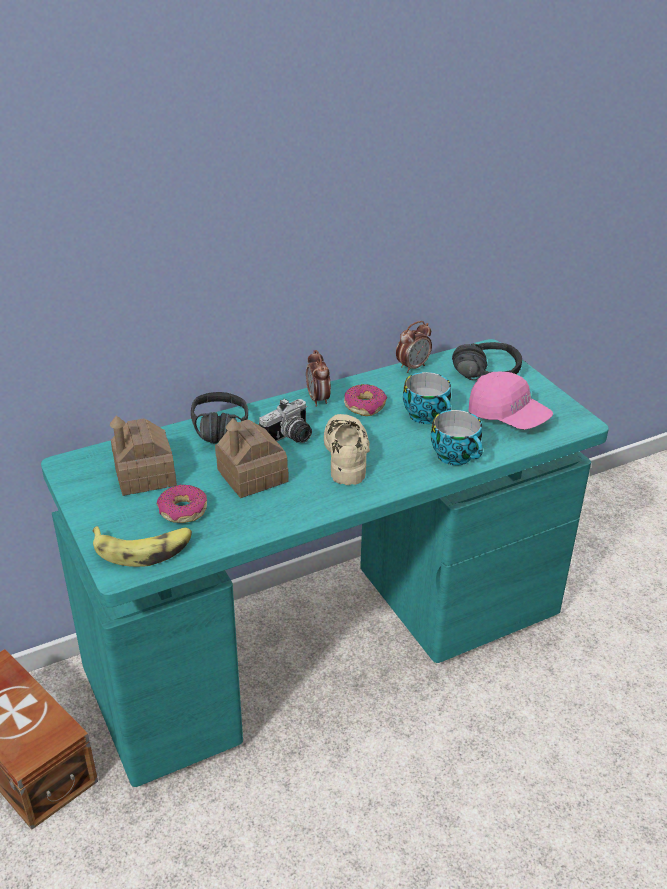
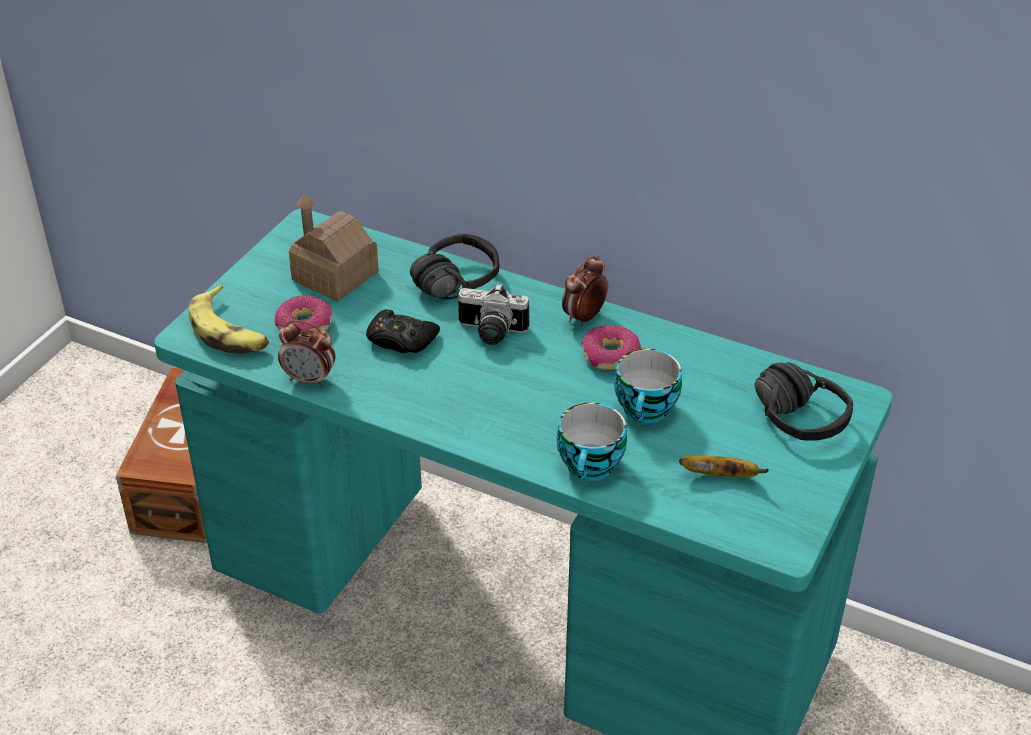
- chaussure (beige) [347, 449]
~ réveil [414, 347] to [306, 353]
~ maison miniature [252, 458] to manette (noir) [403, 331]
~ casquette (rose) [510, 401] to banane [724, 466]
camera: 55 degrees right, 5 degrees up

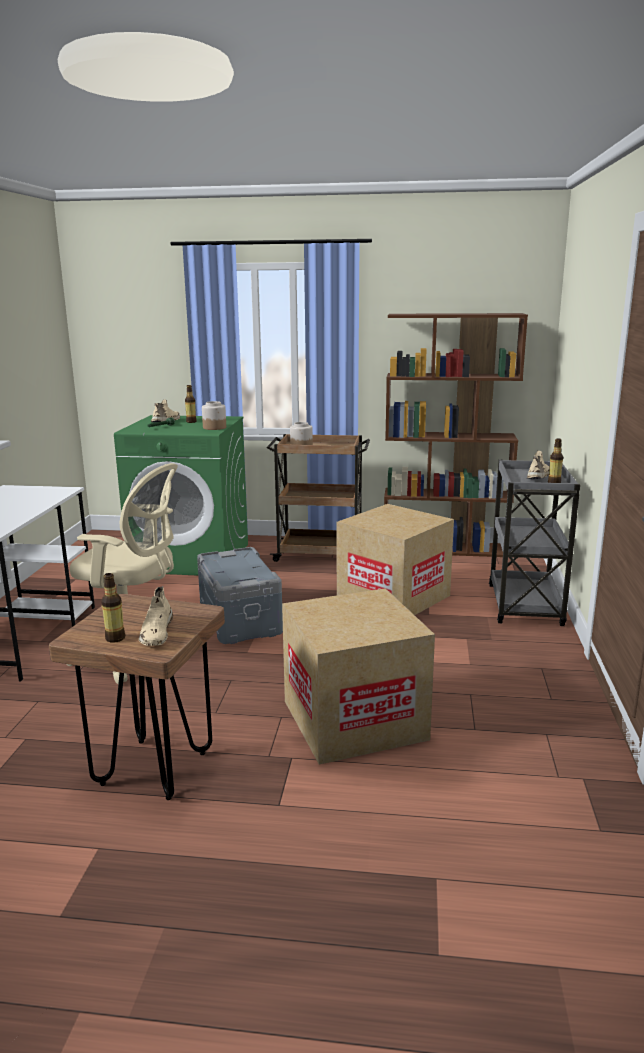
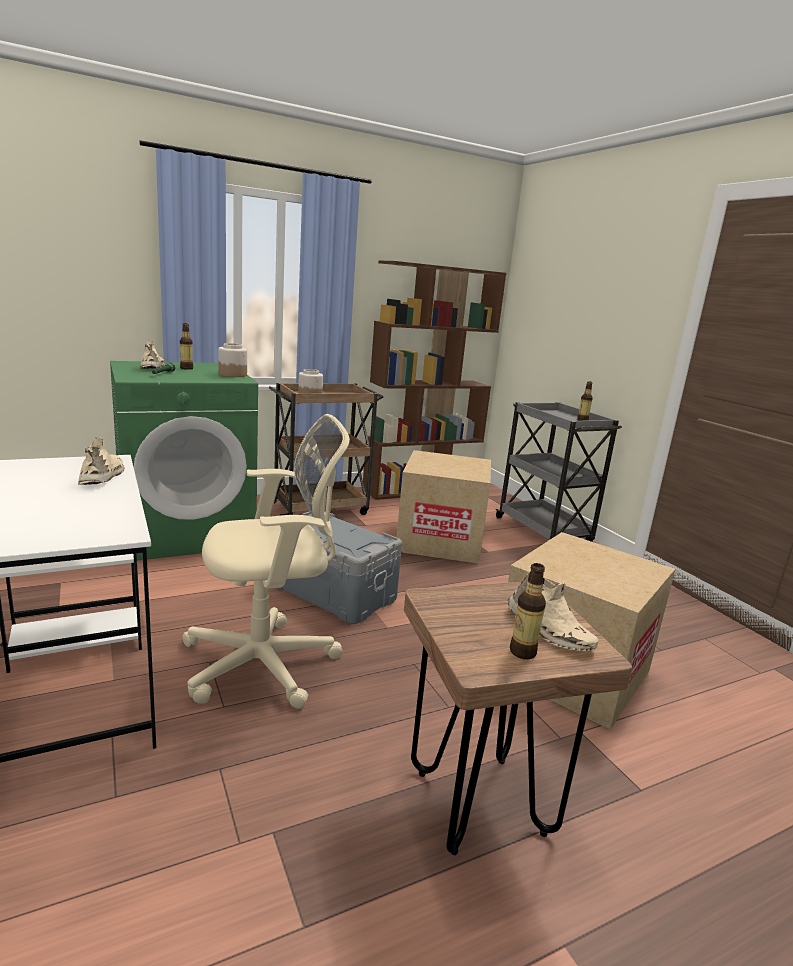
~ chaussure (beige) [538, 465] to [101, 461]
camera: 35 degrees left, 0 degrees up

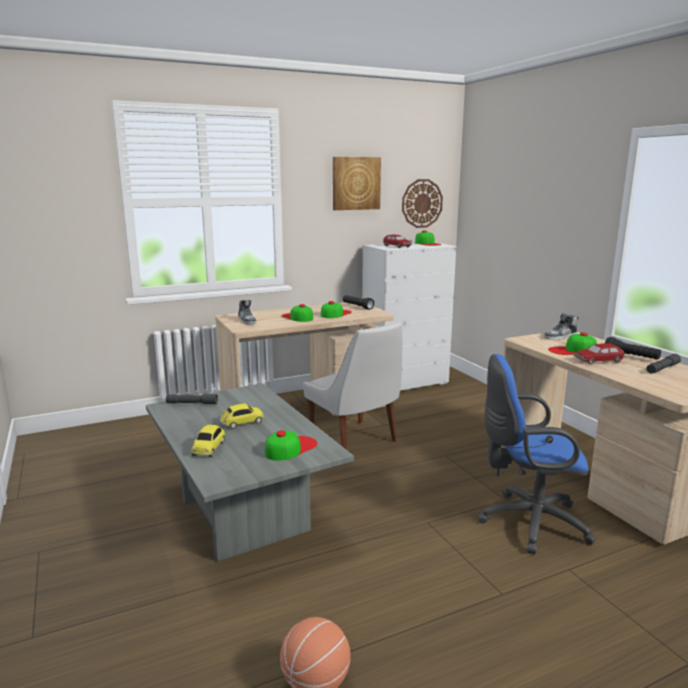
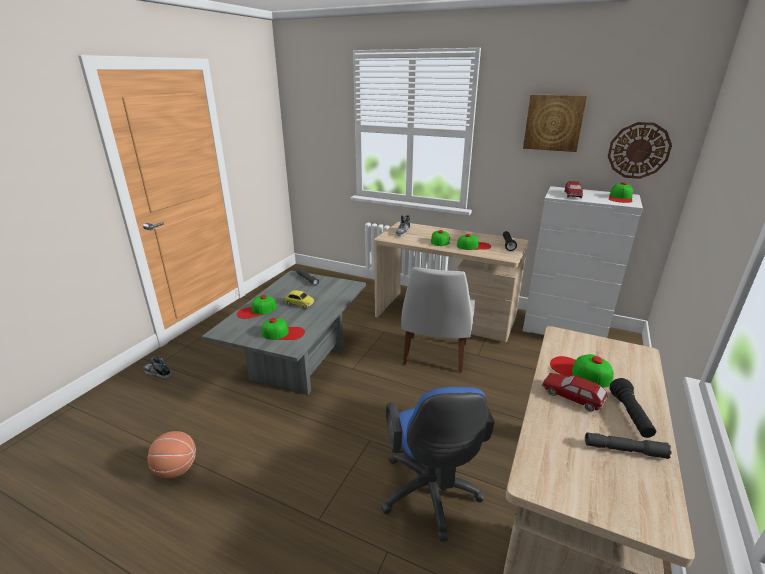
~ chaussure [561, 326] to [157, 367]
~ petite voiture [208, 441] to casquette [257, 307]
~ chaise de bureau (bleu) [537, 454] = [438, 464] 150 degrees counterclockwise
camera: 50 degrees right, 10 degrees up

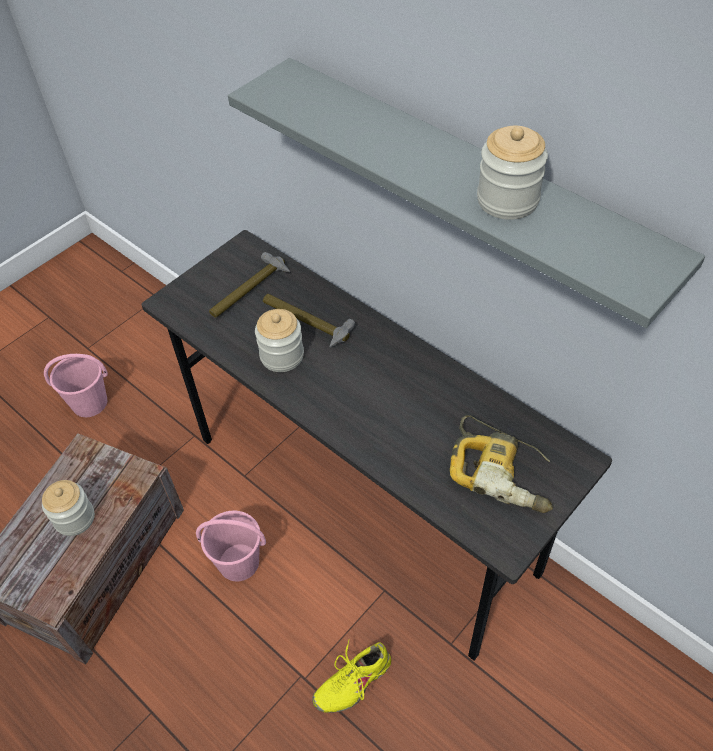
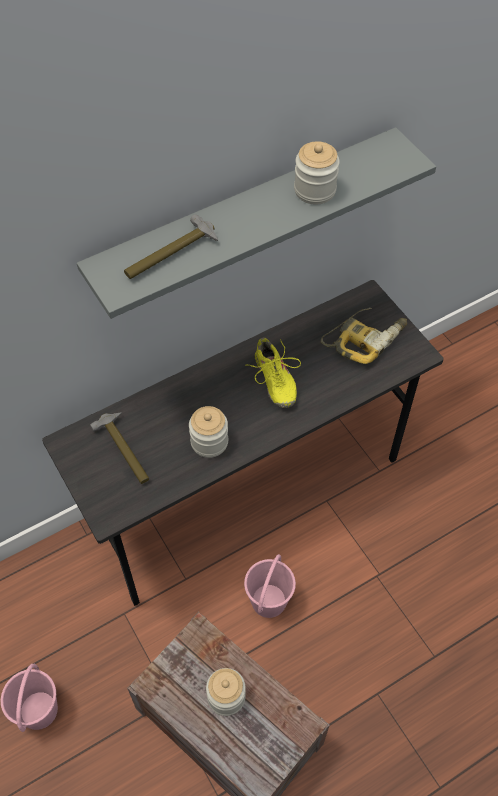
~ marteau [309, 321] to [171, 246]
~ chaussure (jaune) [351, 676] to [273, 372]
camera: 75 degrees left, 5 degrees up

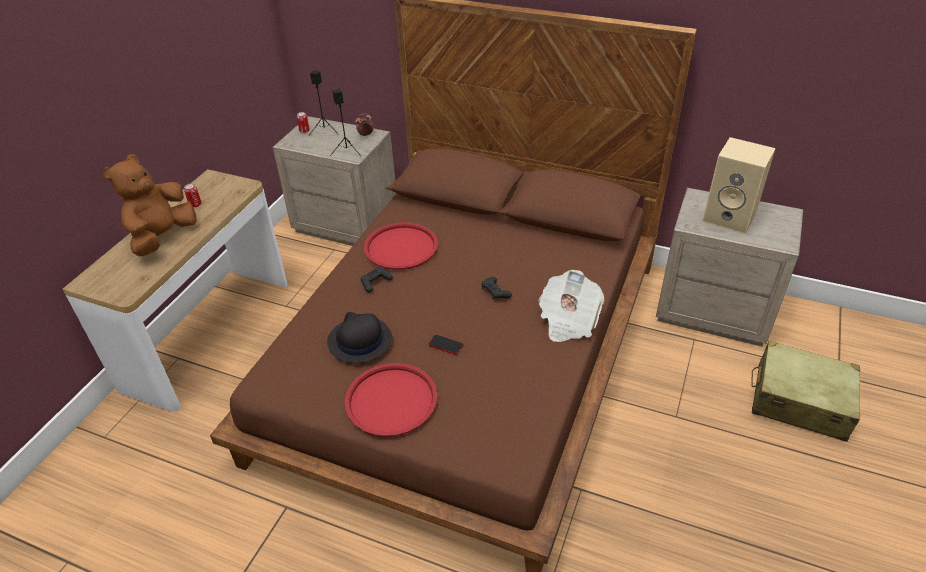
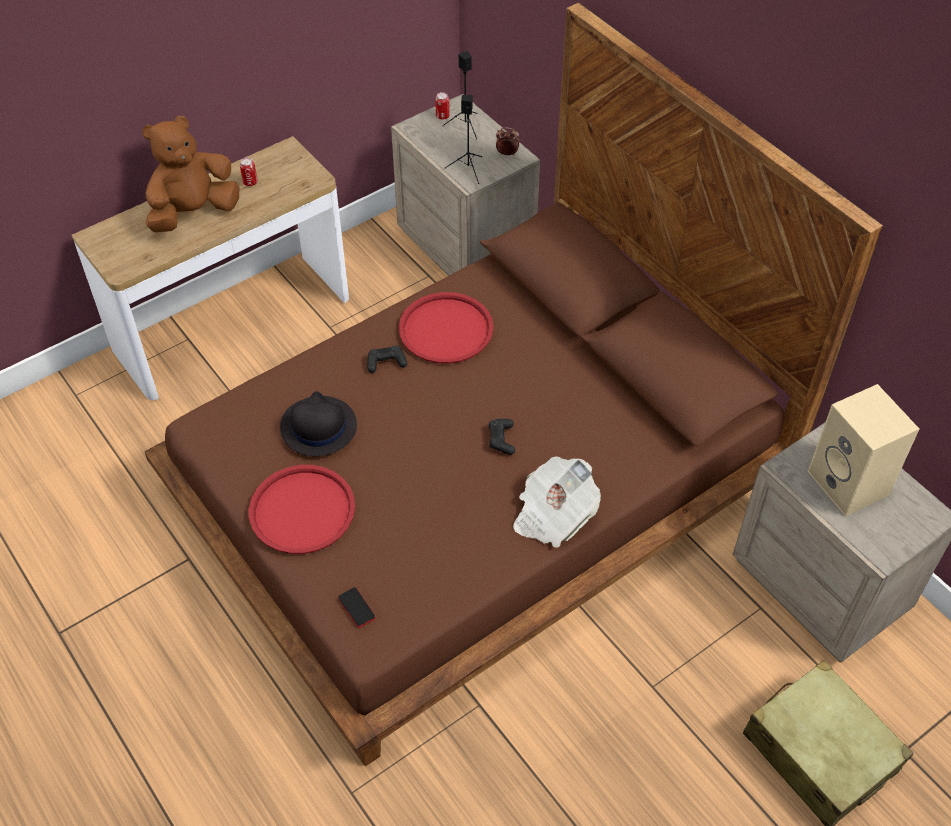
~ téléphone [446, 345] to [356, 607]
camera: 30 degrees right, 10 degrees up

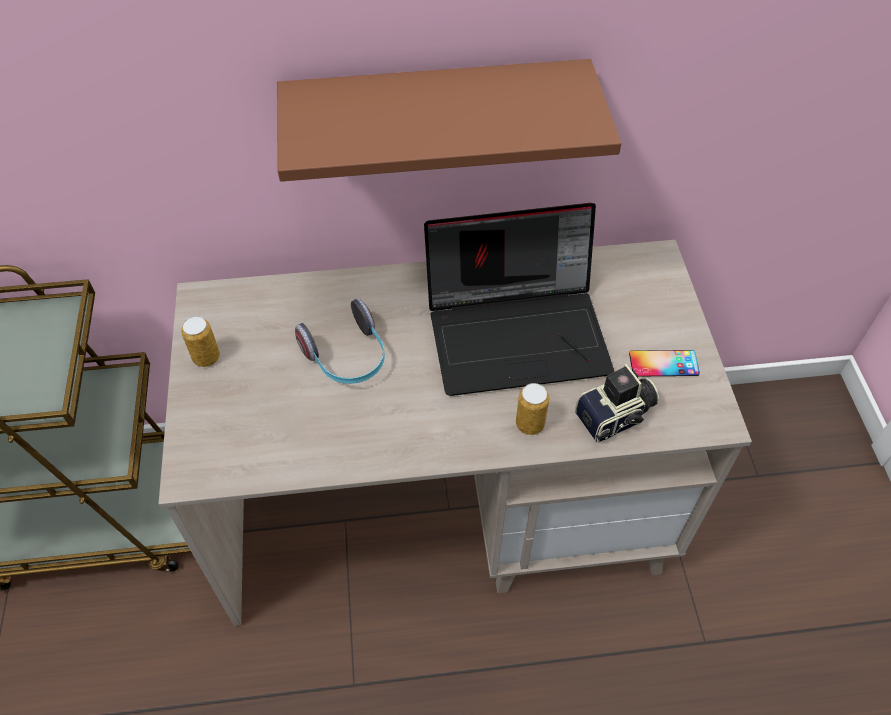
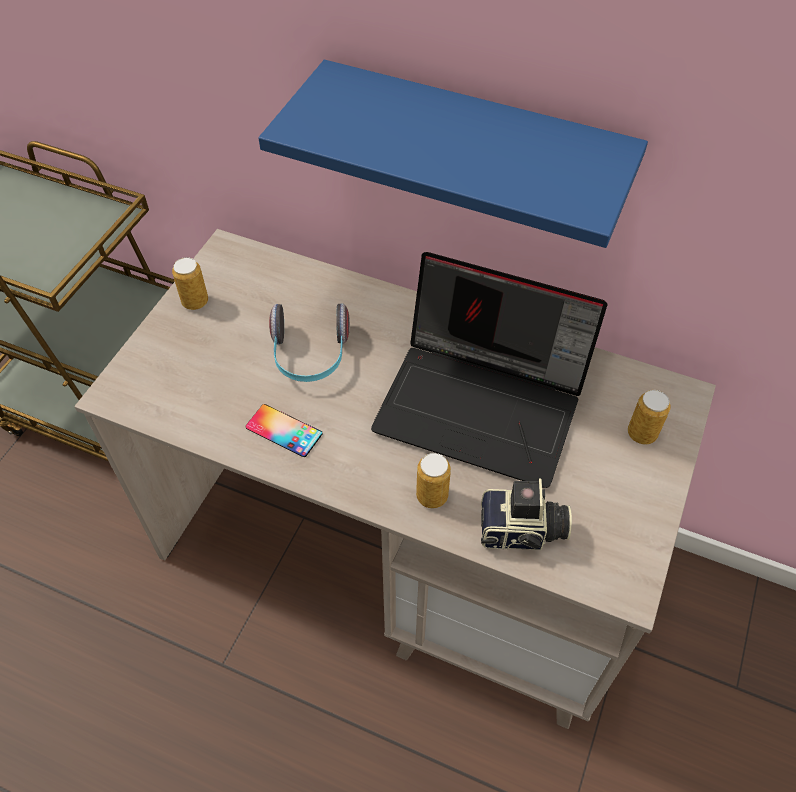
+ boîte métallique [649, 417]
~ téléphone [664, 363] to [284, 430]
~ étagère (marron) [449, 120] to étagère (bleu) [453, 154]
camera: 30 degrees right, 0 degrees up

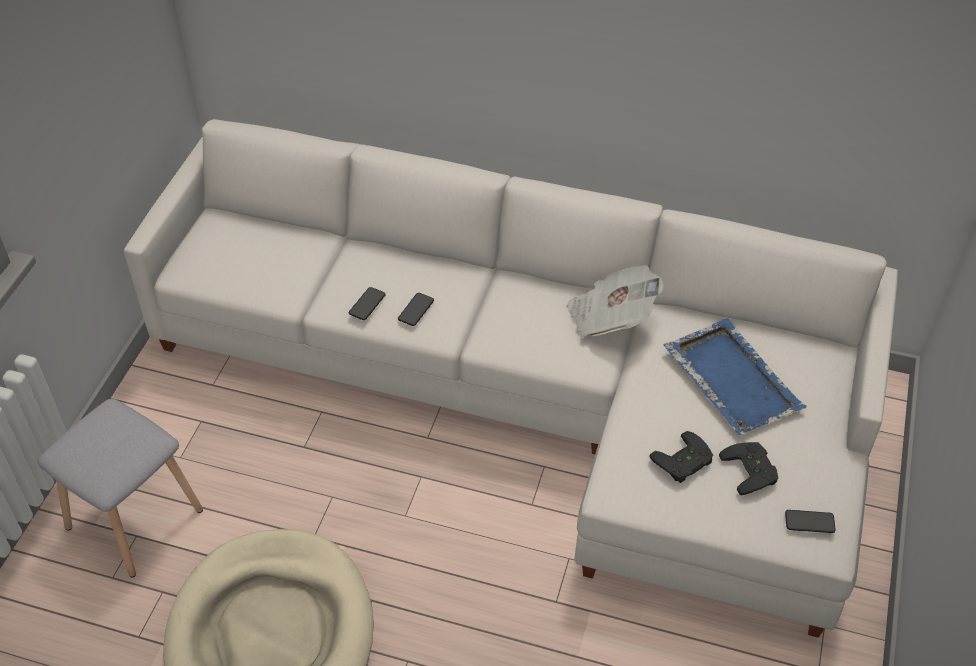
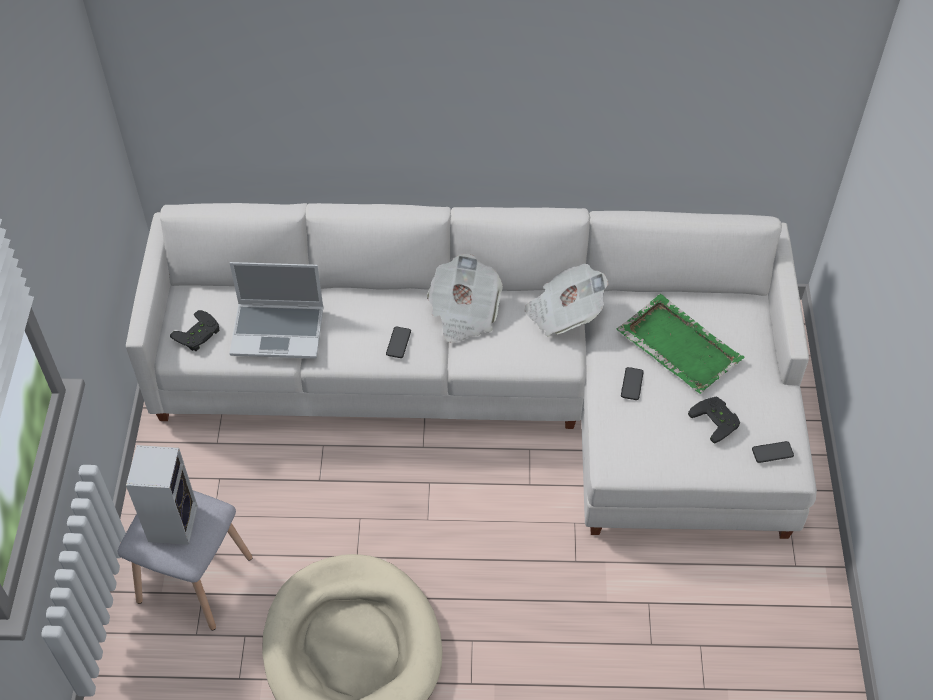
+ enceinte [162, 495]
+ ordinateur portable [276, 310]
+ journal [465, 298]
~ téléphone [367, 303] to [632, 383]
~ manette (noir) [681, 457] to [195, 330]
~ plateau (bleu) [735, 376] to plateau (vert) [680, 344]
camera: 15 degrees left, 5 degrees up

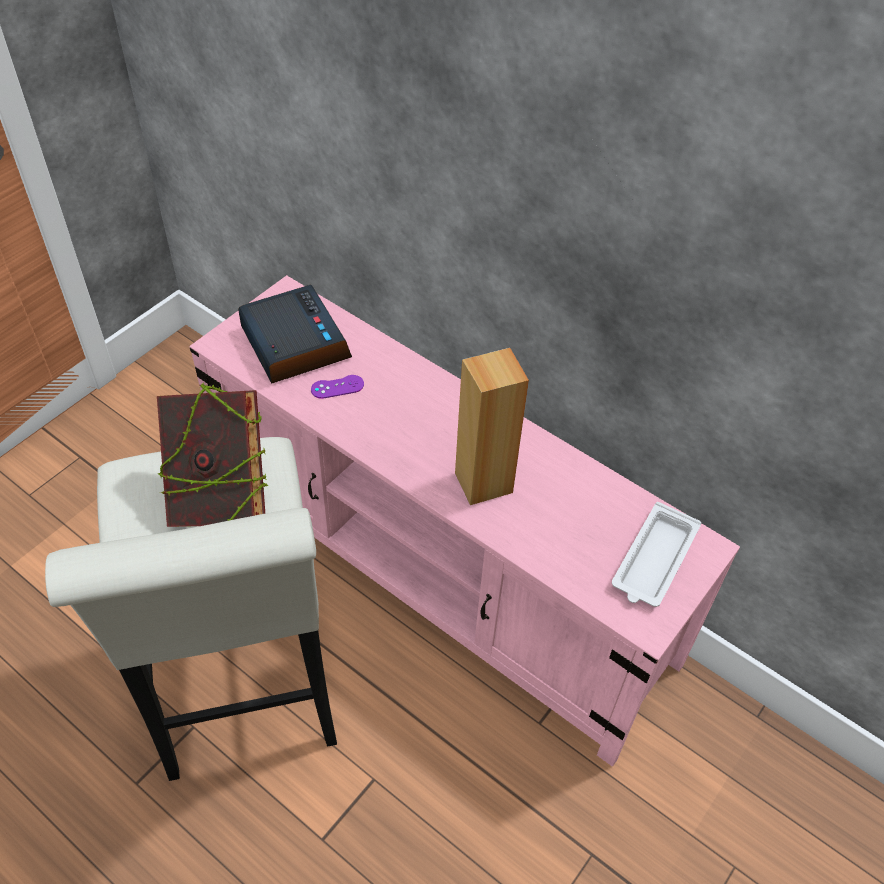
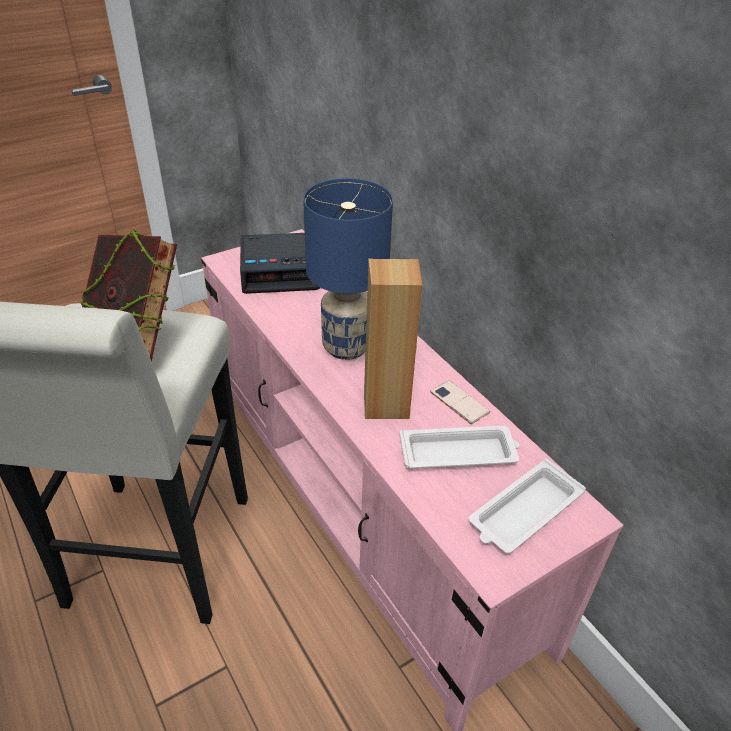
- manette (violet) [337, 387]
+ lampe de table (bleu) [348, 269]
+ plateau (blanc) [459, 447]
+ téléphone [460, 402]
~ réveil [295, 334] = [280, 263] 90 degrees clockwise
camera: 20 degrees right, 10 degrees down

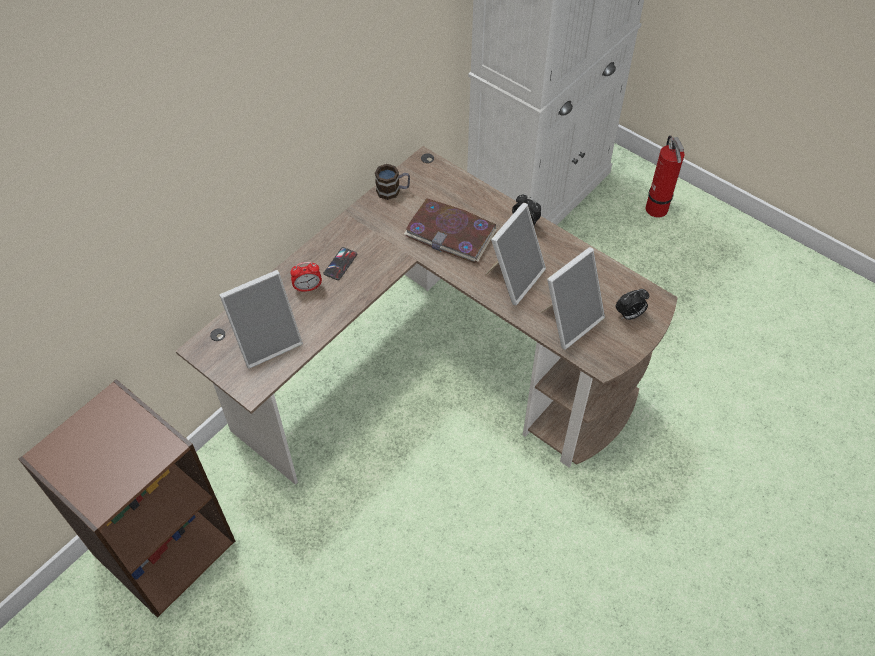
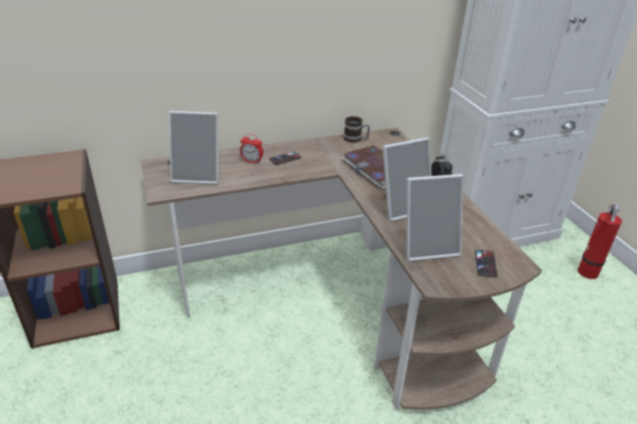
~ réveil [632, 304] to téléphone [486, 263]
camera: 30 degrees right, 20 degrees down

